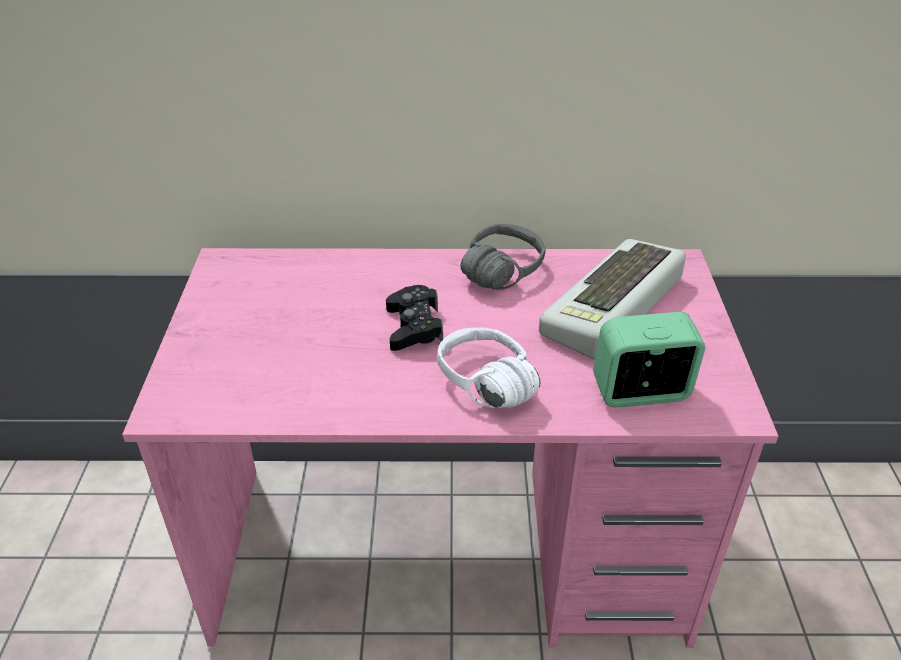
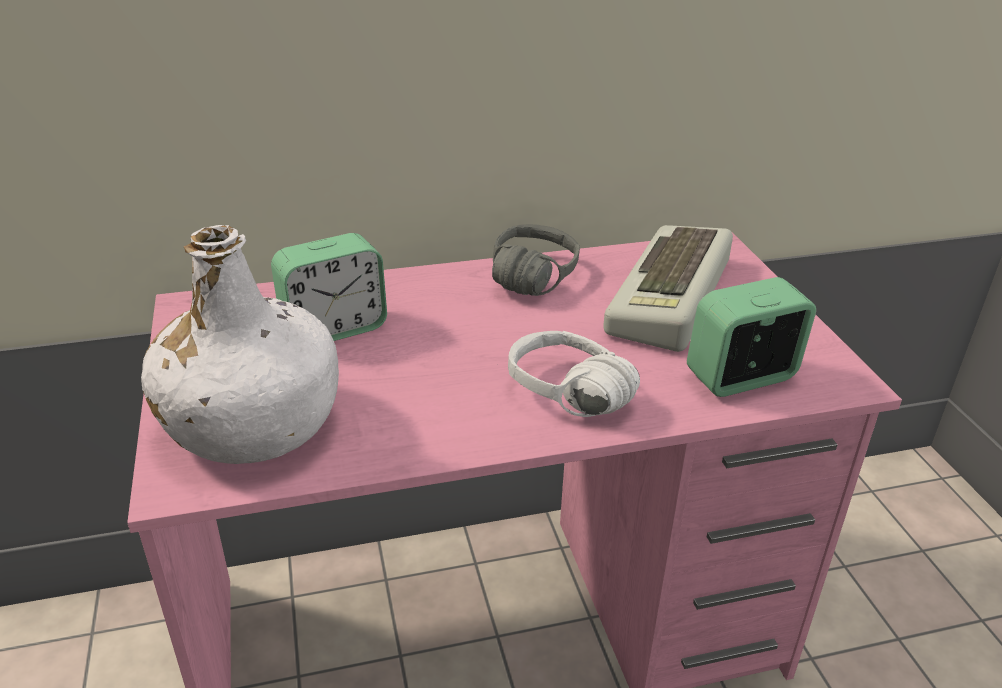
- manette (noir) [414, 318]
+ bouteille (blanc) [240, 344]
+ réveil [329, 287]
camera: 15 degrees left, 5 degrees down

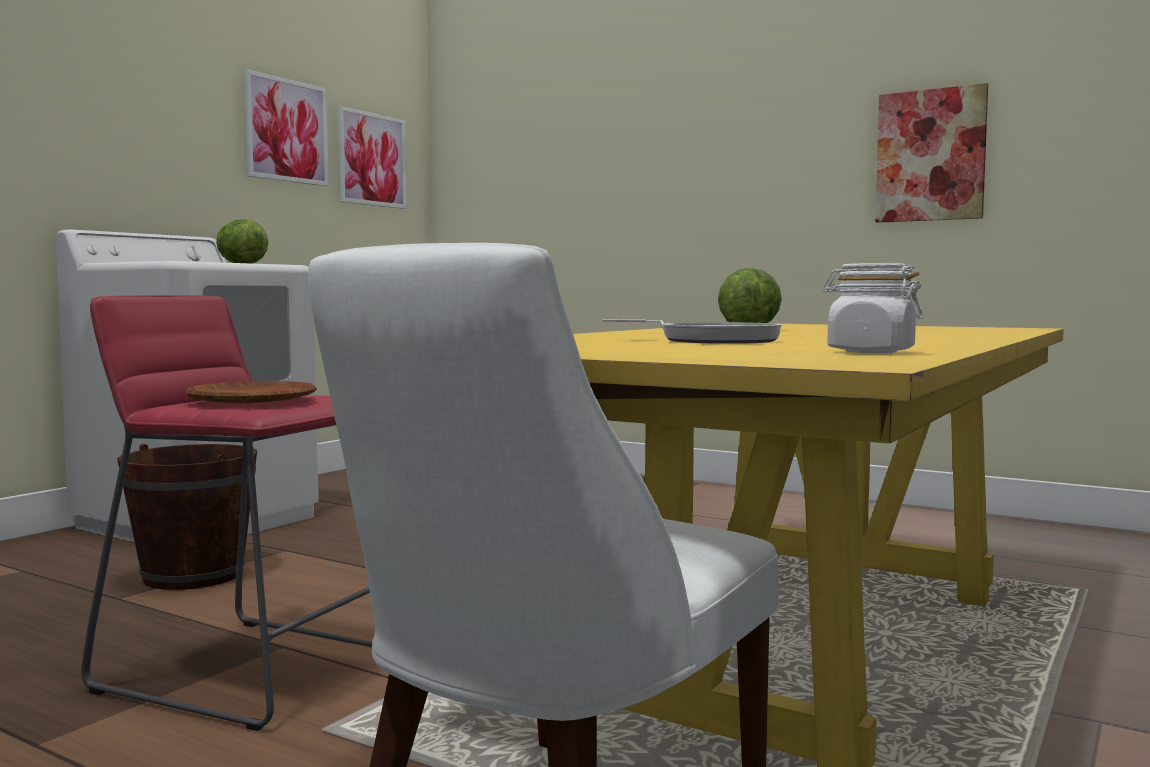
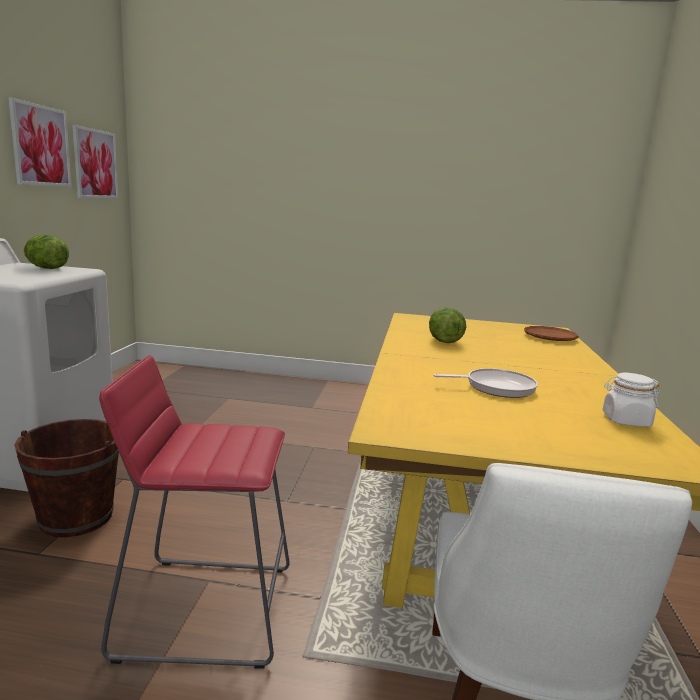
- tableau [931, 153]
~ assiette (marron) [251, 392] to [551, 333]
camera: 25 degrees left, 10 degrees up

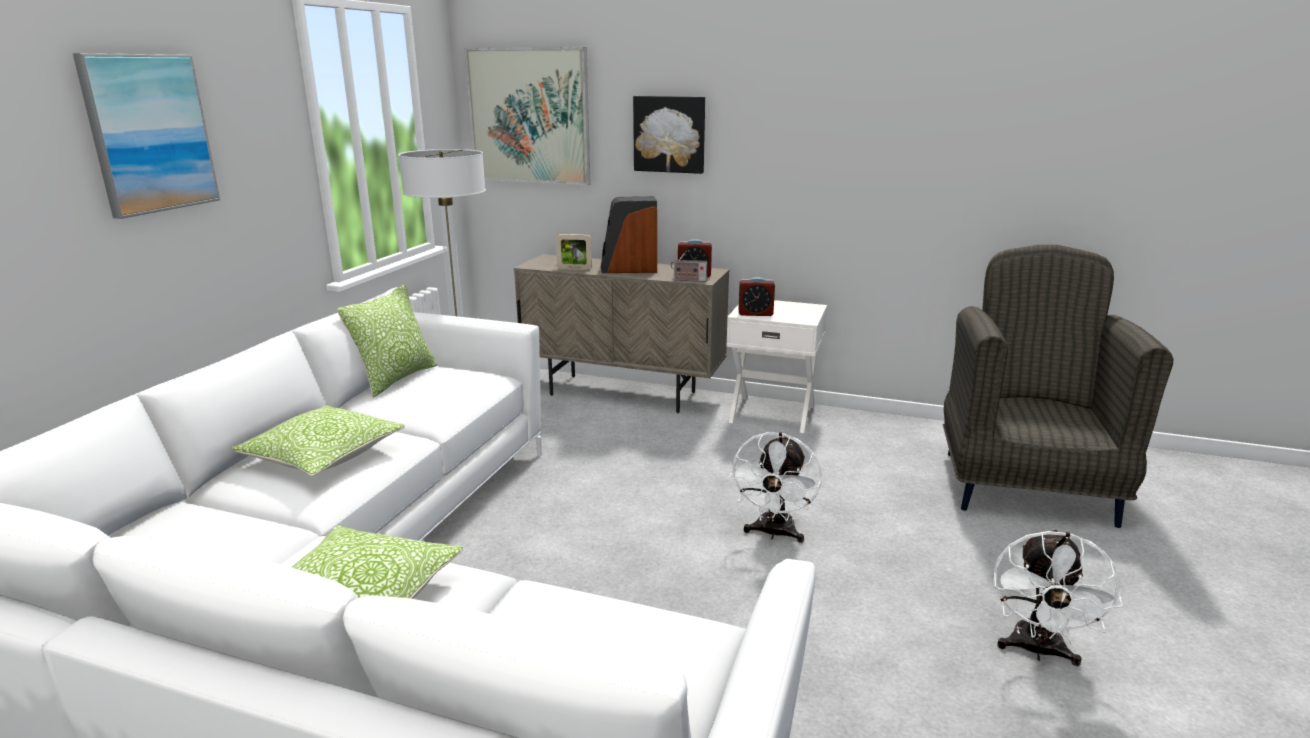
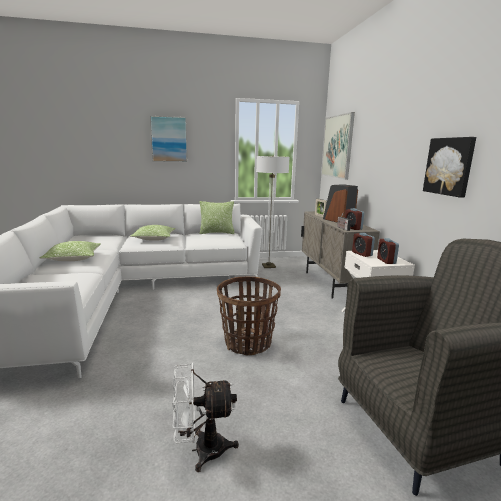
+ réveil [388, 251]
~ tableau [669, 135] to [449, 167]
~ ventilateur (blanc) [775, 487] to panier [249, 316]
camera: 60 degrees right, 5 degrees down

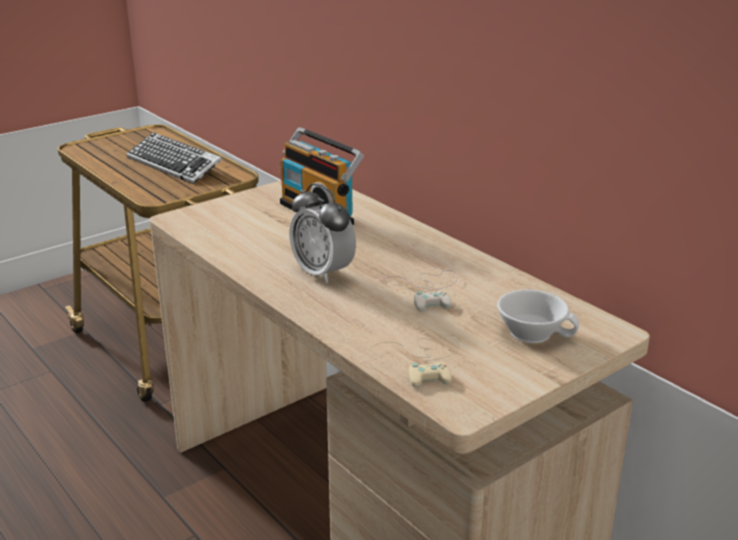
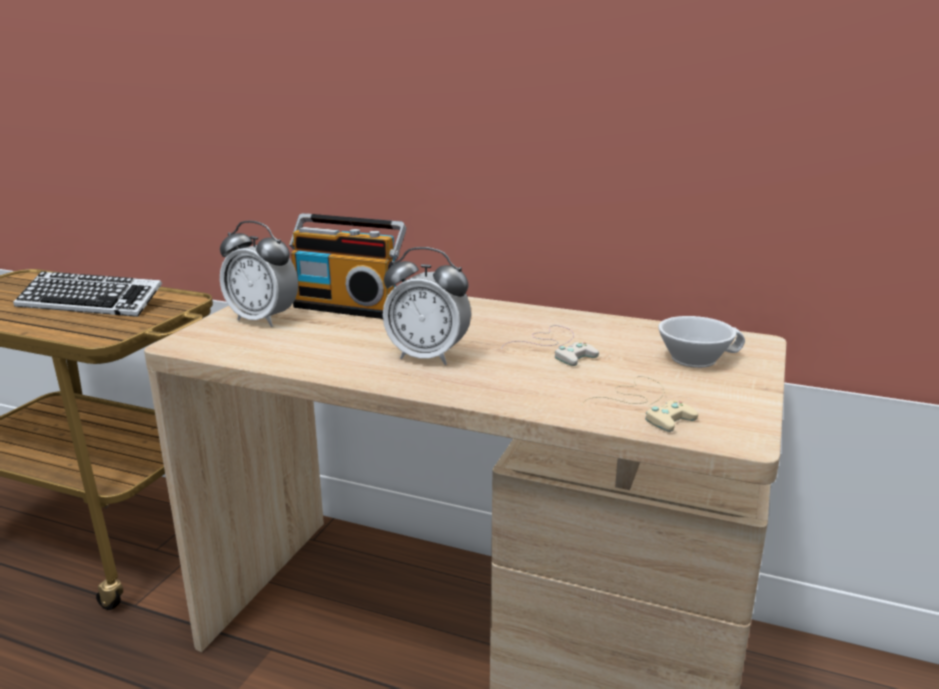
+ réveil [259, 274]
camera: 30 degrees left, 5 degrees down

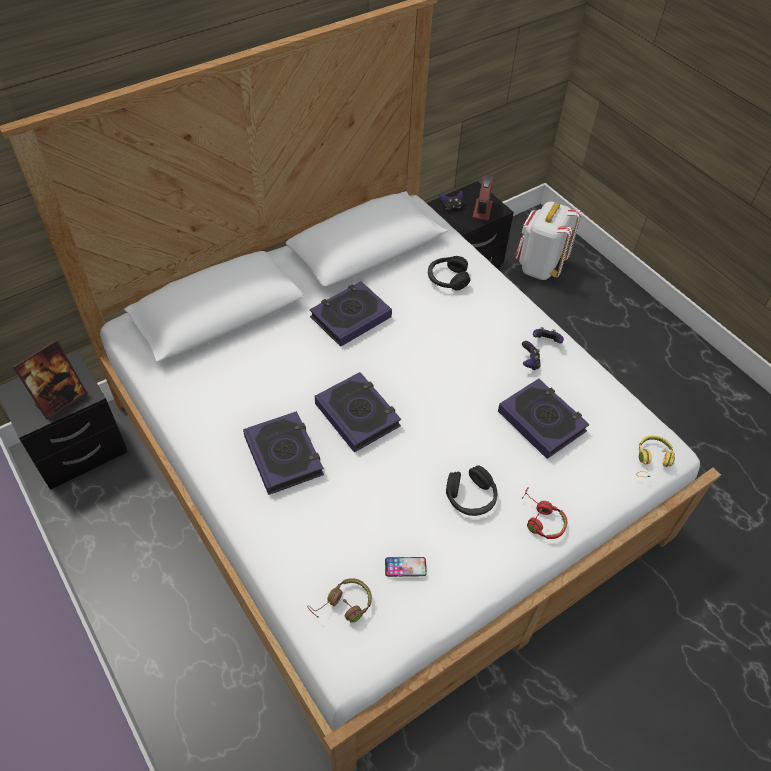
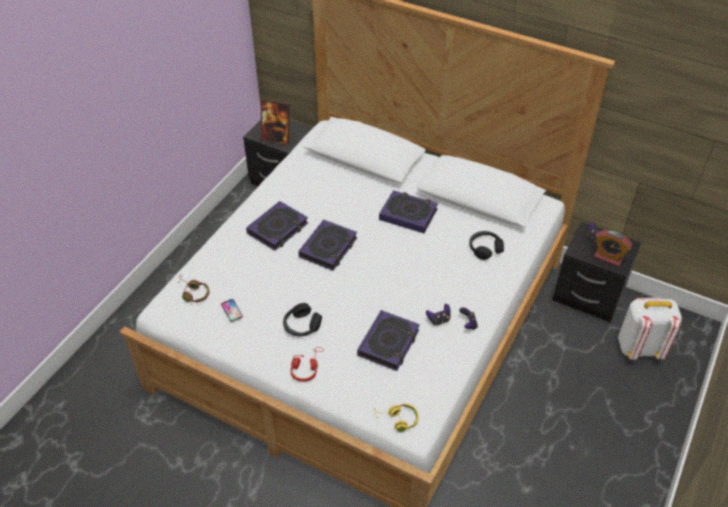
~ réveil [482, 198] = [613, 248] 45 degrees clockwise
camera: 65 degrees right, 5 degrees down

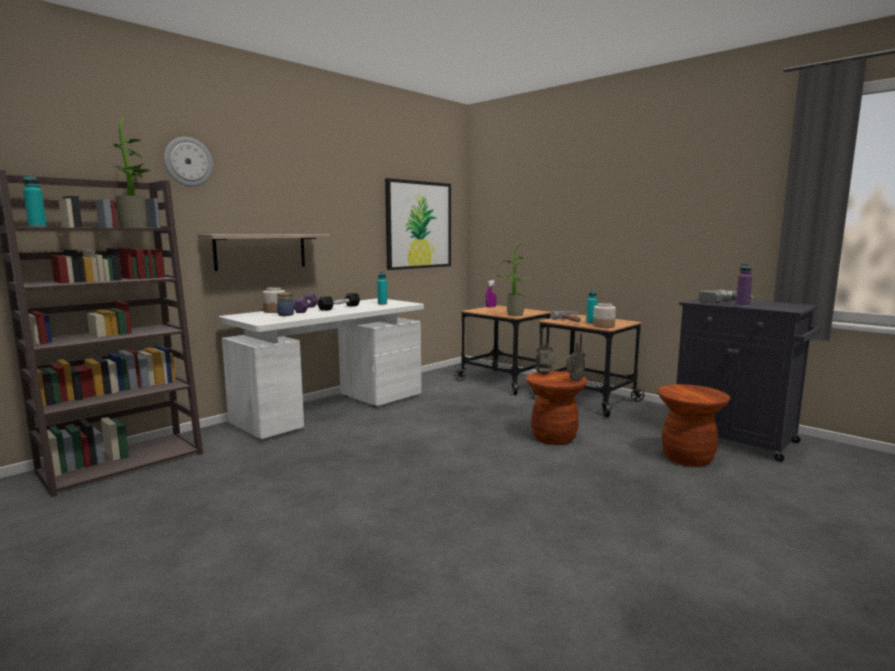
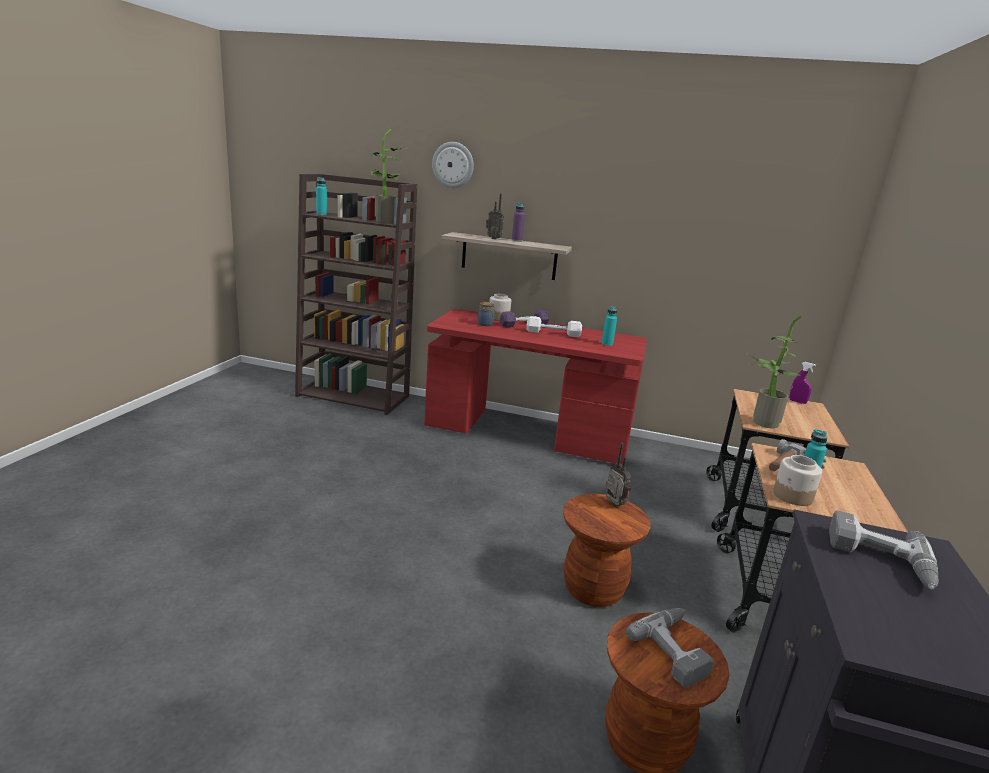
- tableau [418, 224]
+ perceuse [670, 647]
~ radio [575, 357] to [495, 216]
~ bouteille (violet) [744, 285] to [518, 222]
~ bureau (blanc) [321, 368] to bureau (rouge) [535, 387]
~ haltère (noir) [339, 302] to haltère (blanc) [554, 326]
camera: 60 degrees right, 10 degrees up

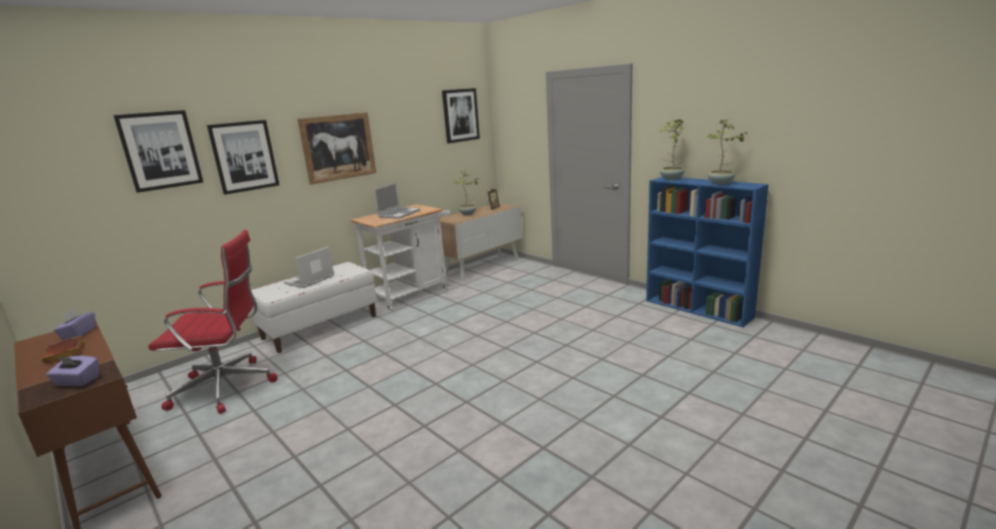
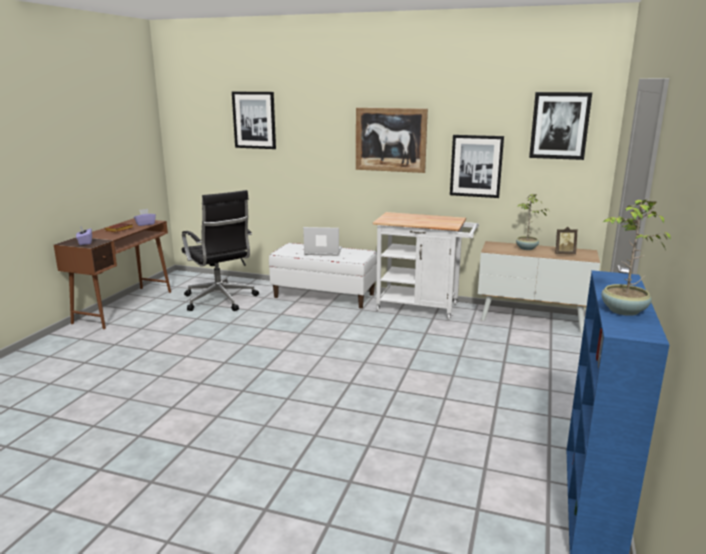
- ordinateur portable [397, 201]
- plante en pot [672, 149]
~ tableau [243, 157] to [477, 166]
~ chaise de bureau (rouge) [212, 322] to chaise de bureau (noir) [220, 250]
camera: 60 degrees right, 0 degrees up

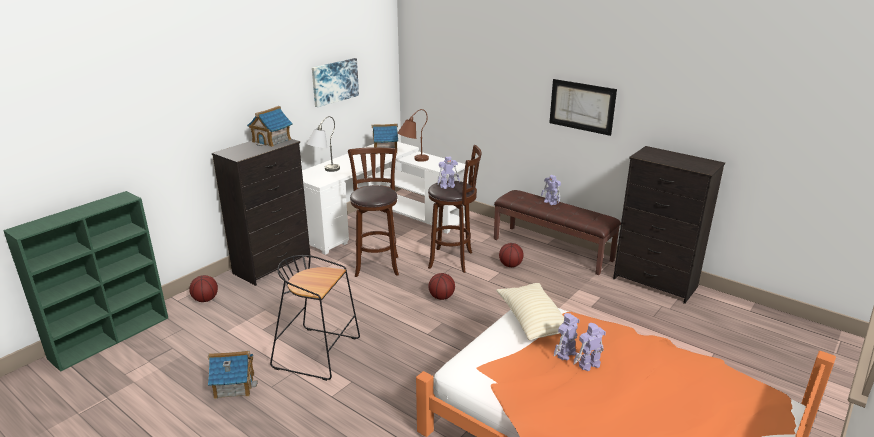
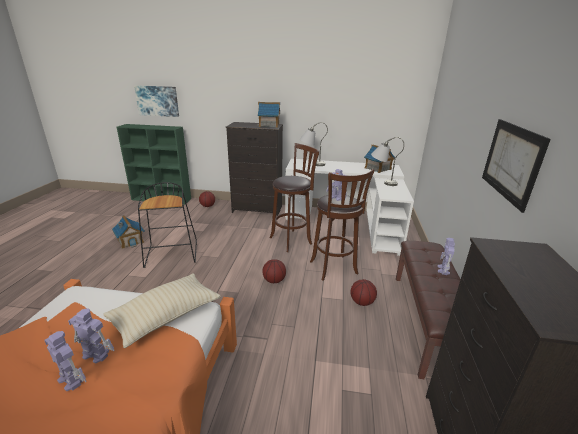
~ tableau [335, 82] to [156, 101]
~ lampe de table (marron) [413, 135] to lampe de table (gris) [387, 161]
camera: 60 degrees right, 0 degrees up

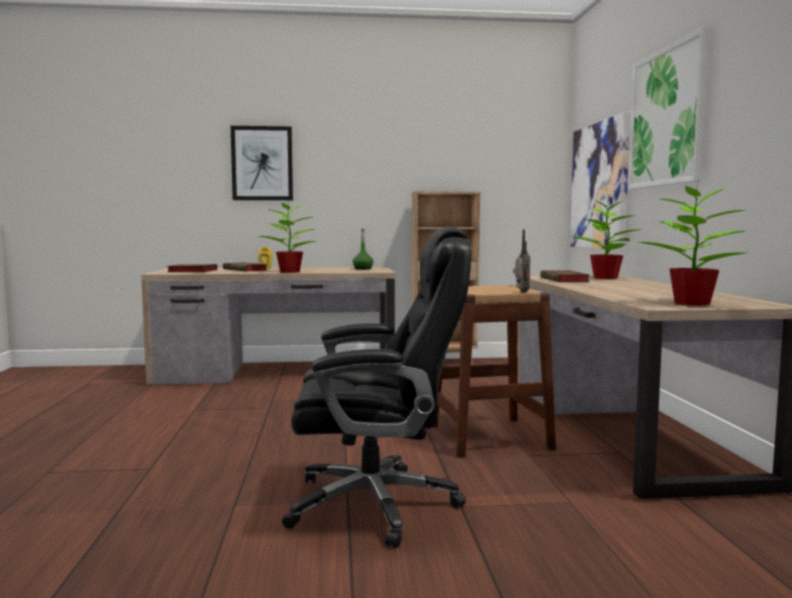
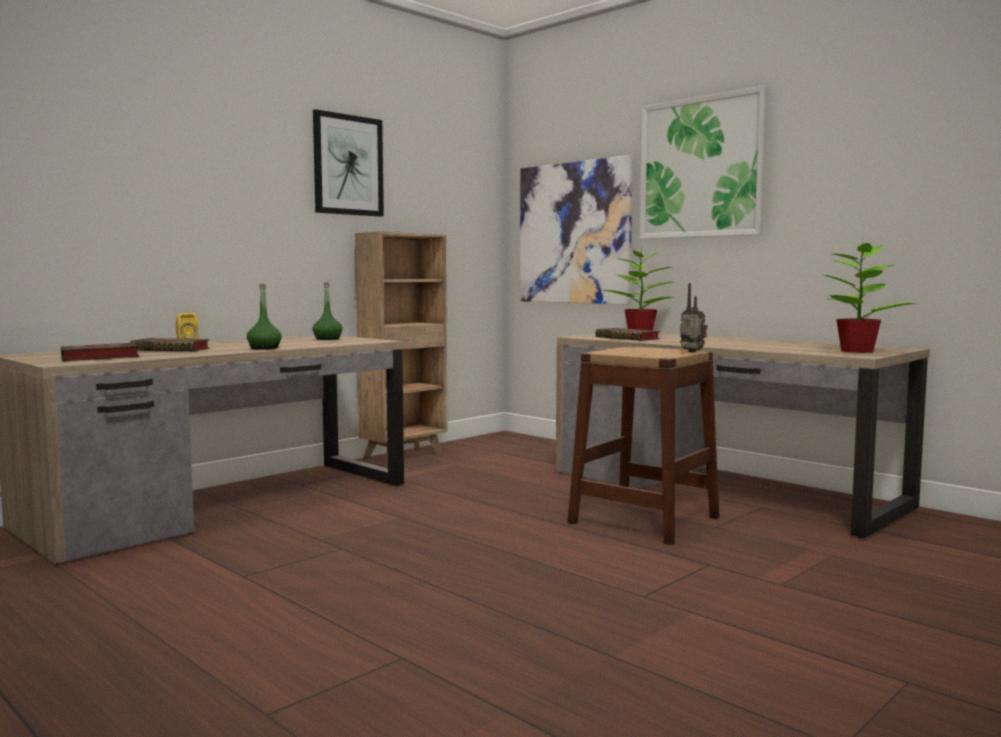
- chaise de bureau (noir) [377, 387]
~ tableau [262, 163] to [348, 163]
~ plante en pot [287, 236] to bouteille (vert) [264, 316]
camera: 40 degrees left, 0 degrees up

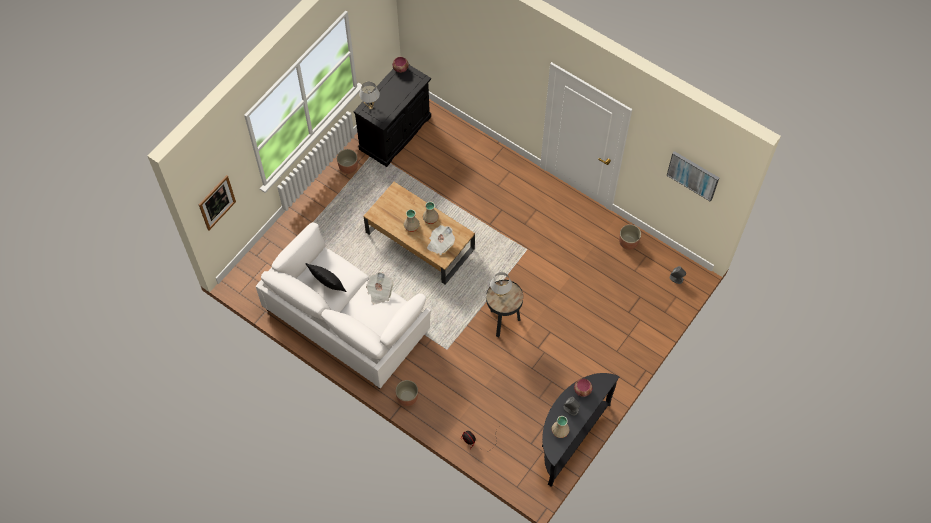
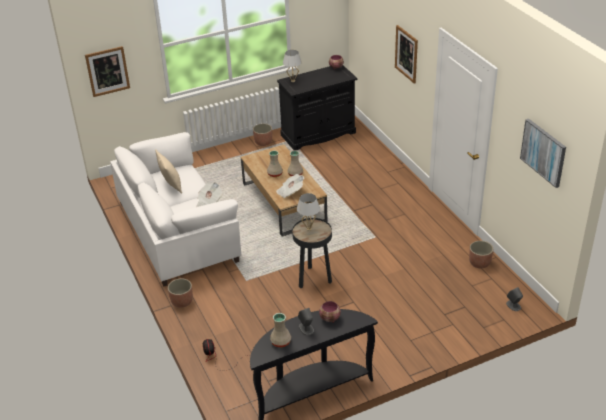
+ tableau [406, 54]
~ coussin (noir) [326, 277] to coussin (beige) [168, 171]
camera: 30 degrees right, 25 degrees down

